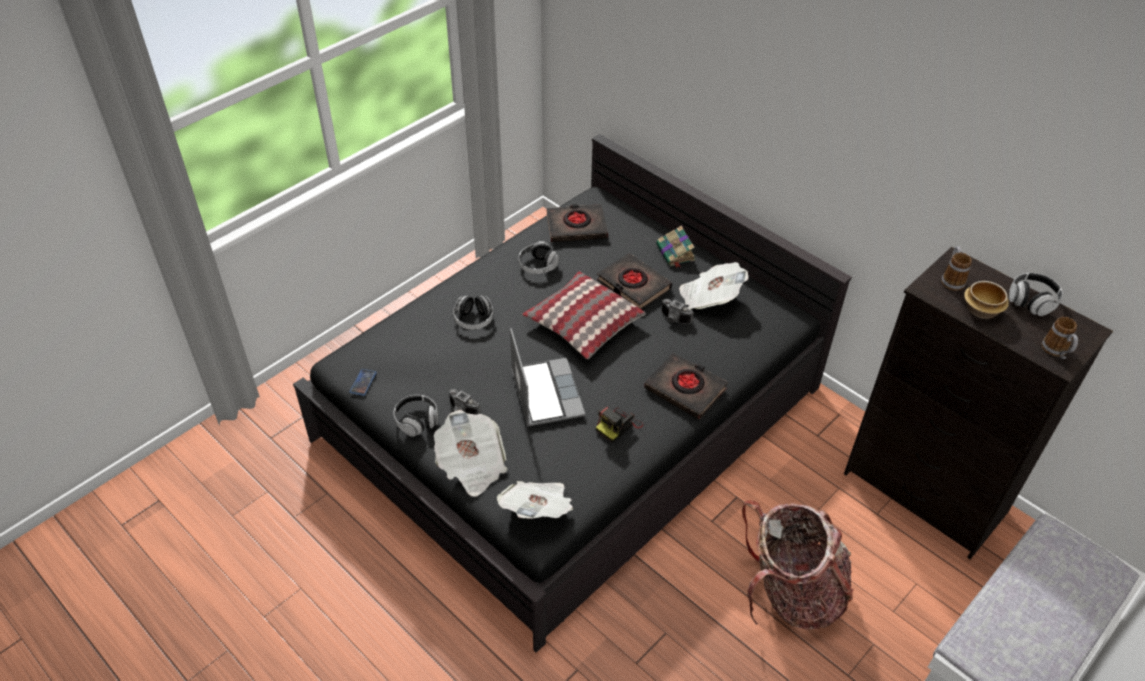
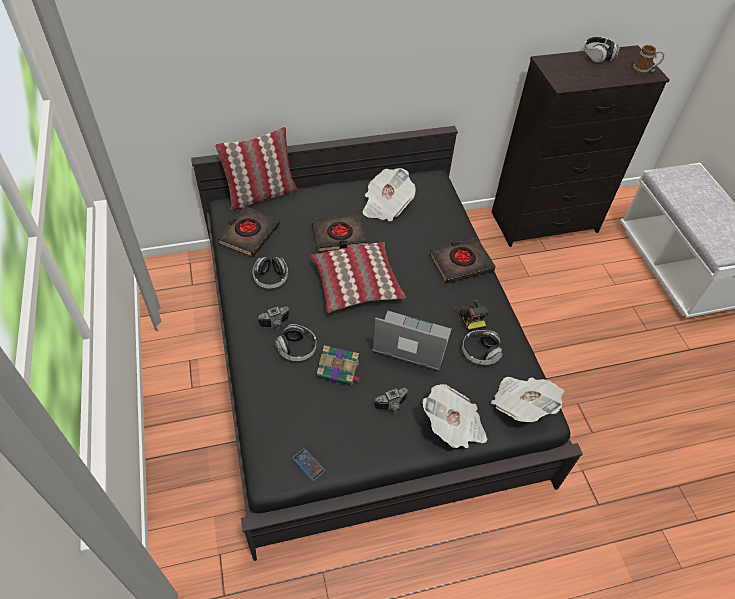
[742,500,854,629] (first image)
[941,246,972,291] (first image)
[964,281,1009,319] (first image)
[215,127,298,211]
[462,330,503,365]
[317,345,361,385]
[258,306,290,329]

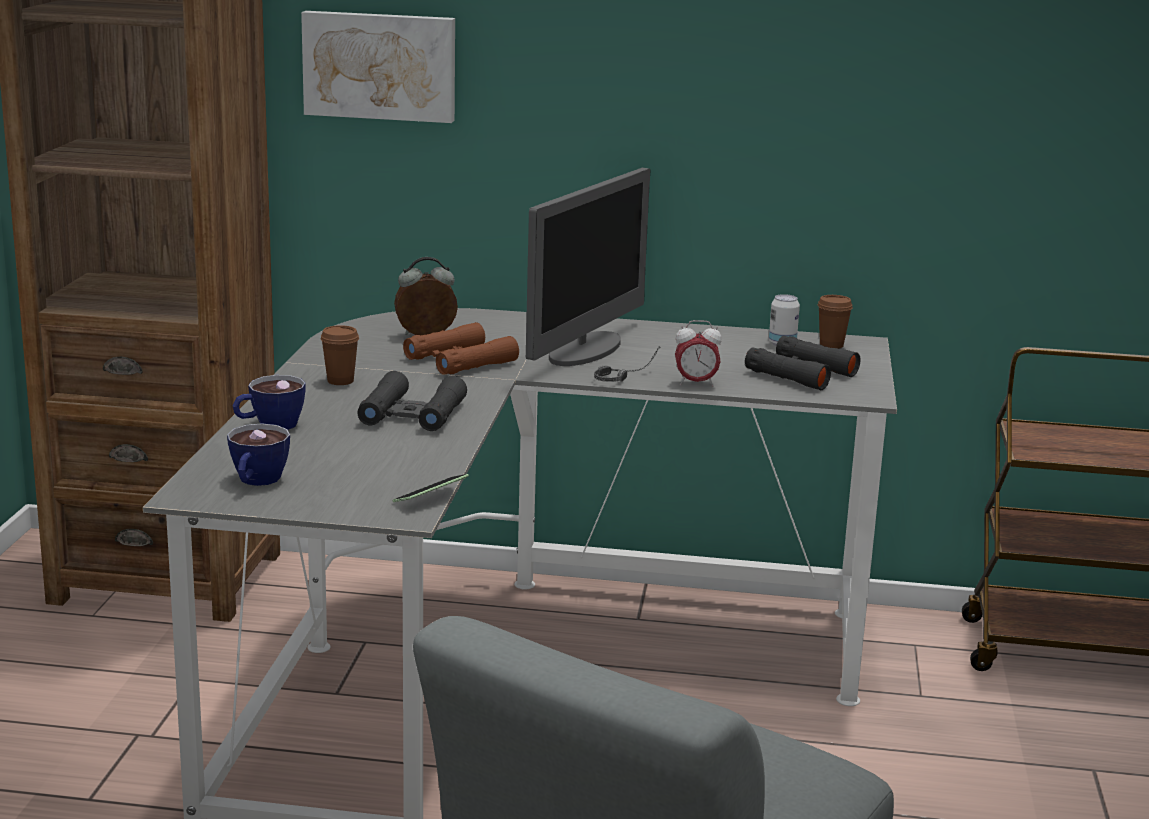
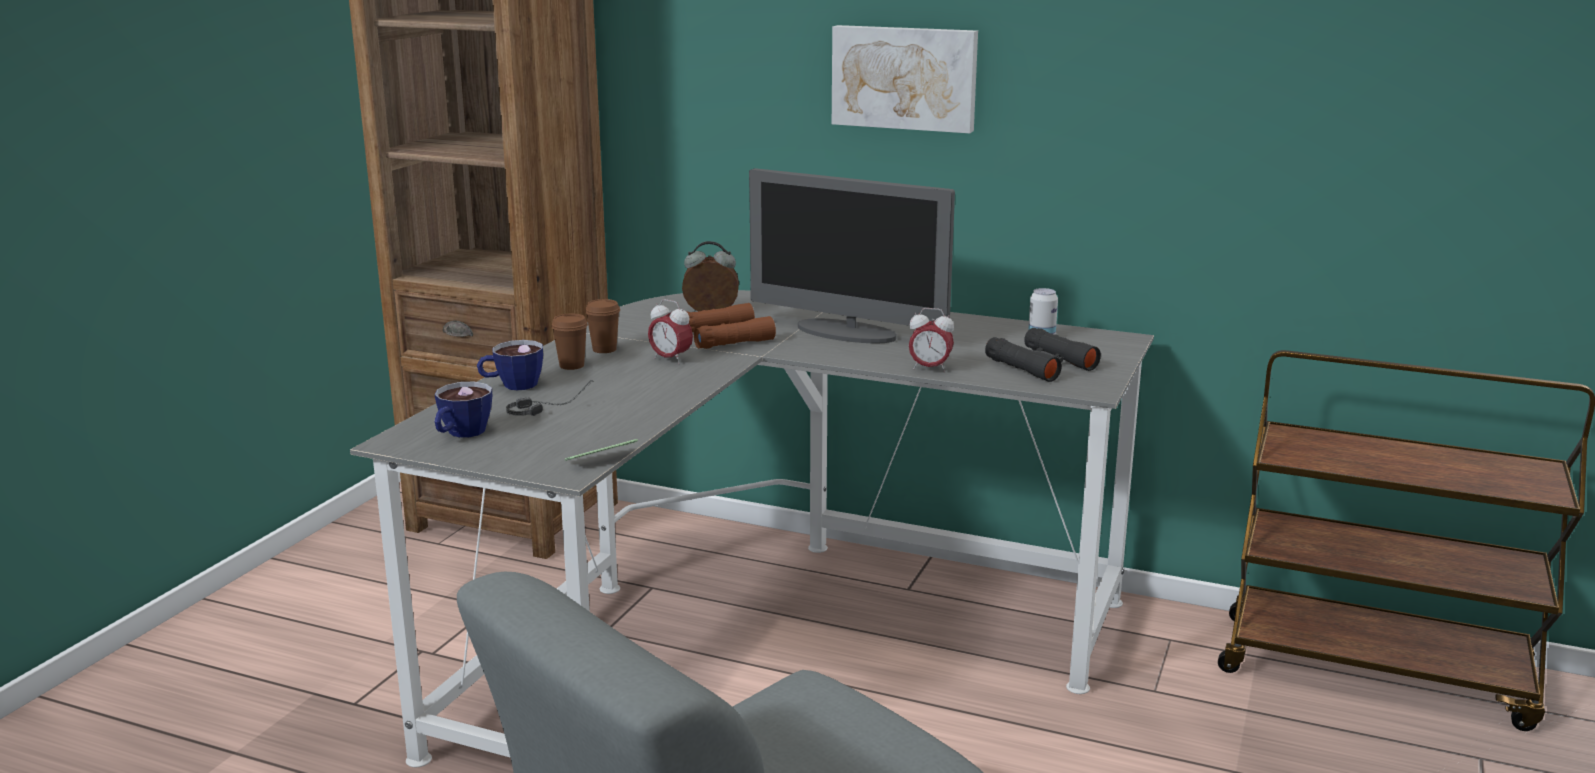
[357,371,467,431] (first image)
[648,299,693,364]
[832,25,978,133]
[506,380,594,416]
[551,314,588,370]
[749,168,955,343]

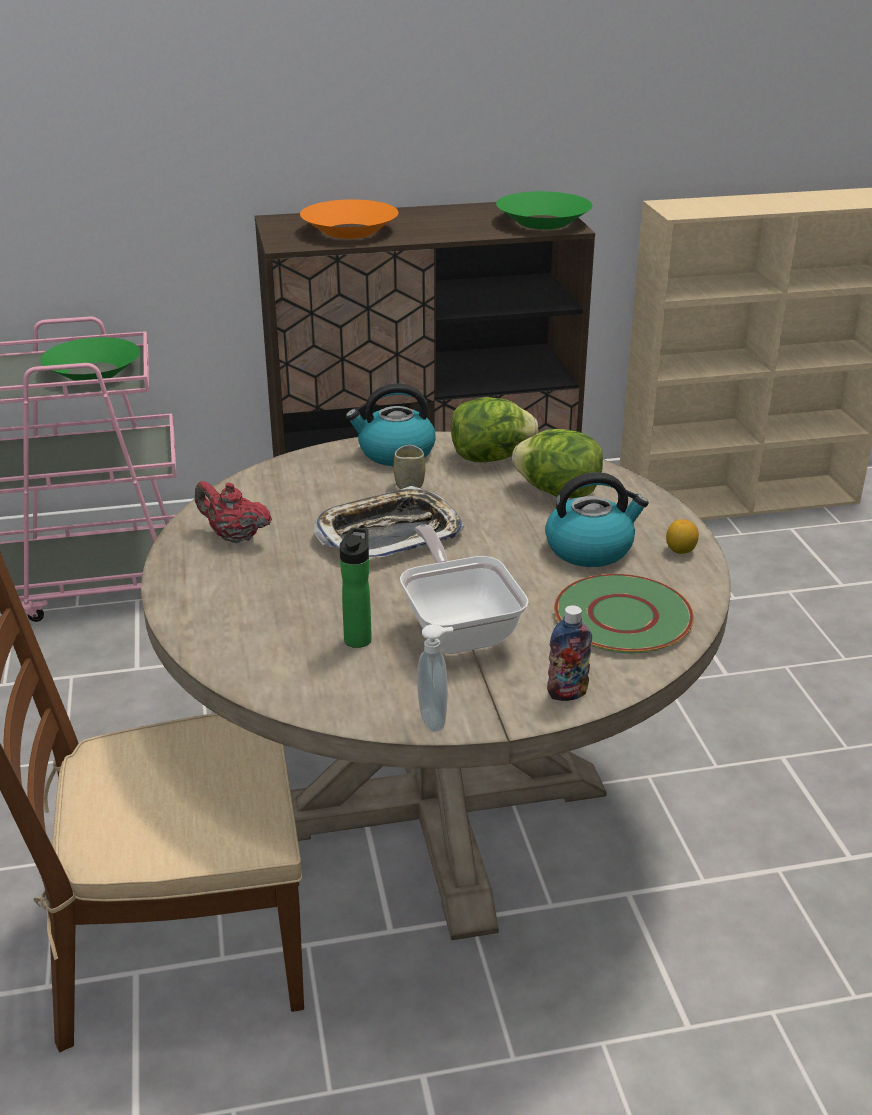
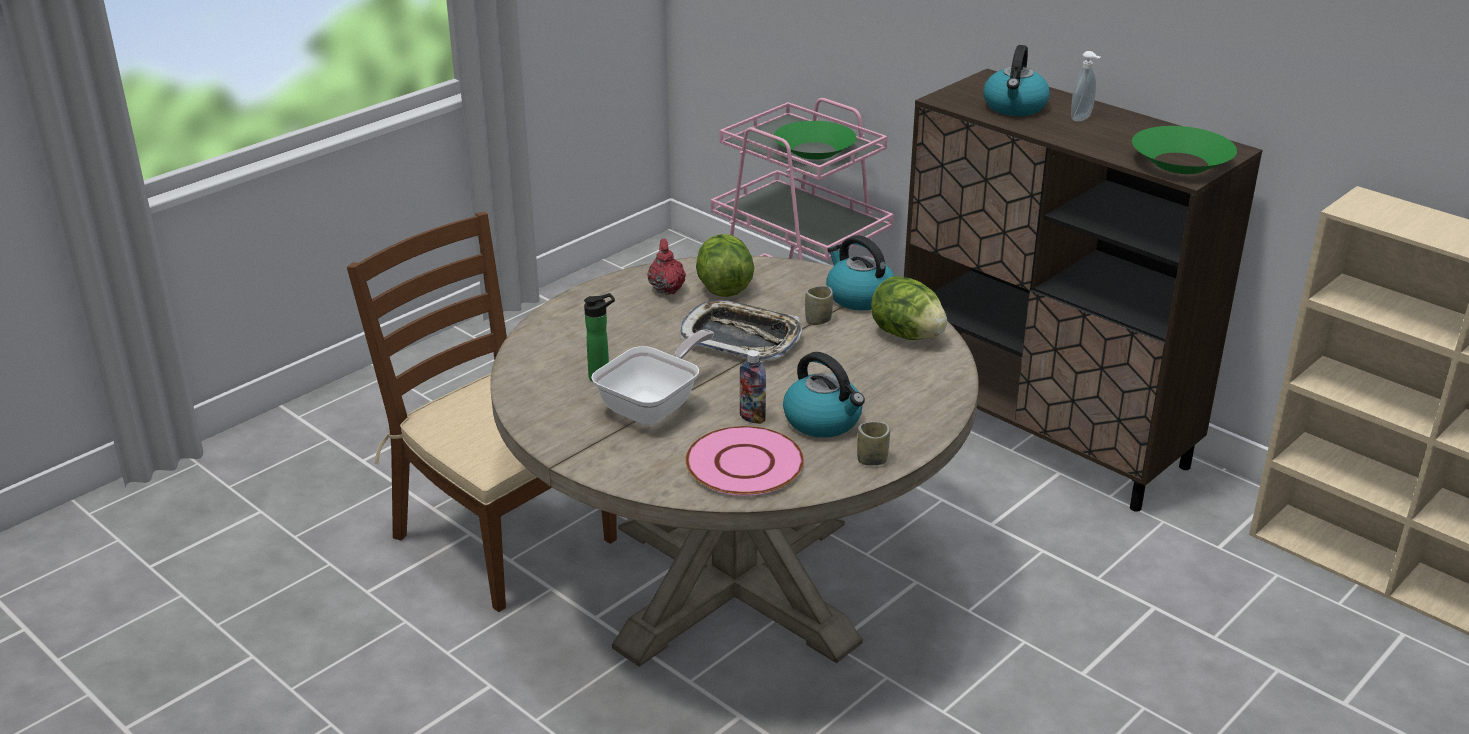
[1071,51,1101,122]
[696,234,754,297]
[740,350,766,424]
[983,45,1050,116]
[857,422,890,466]
[685,426,804,496]

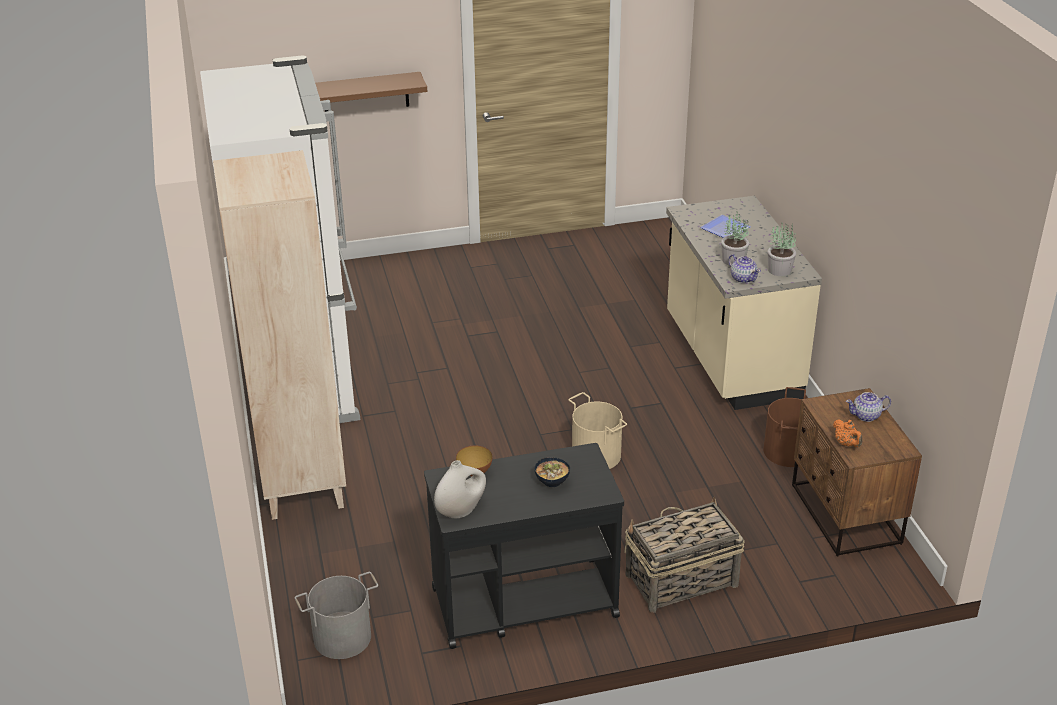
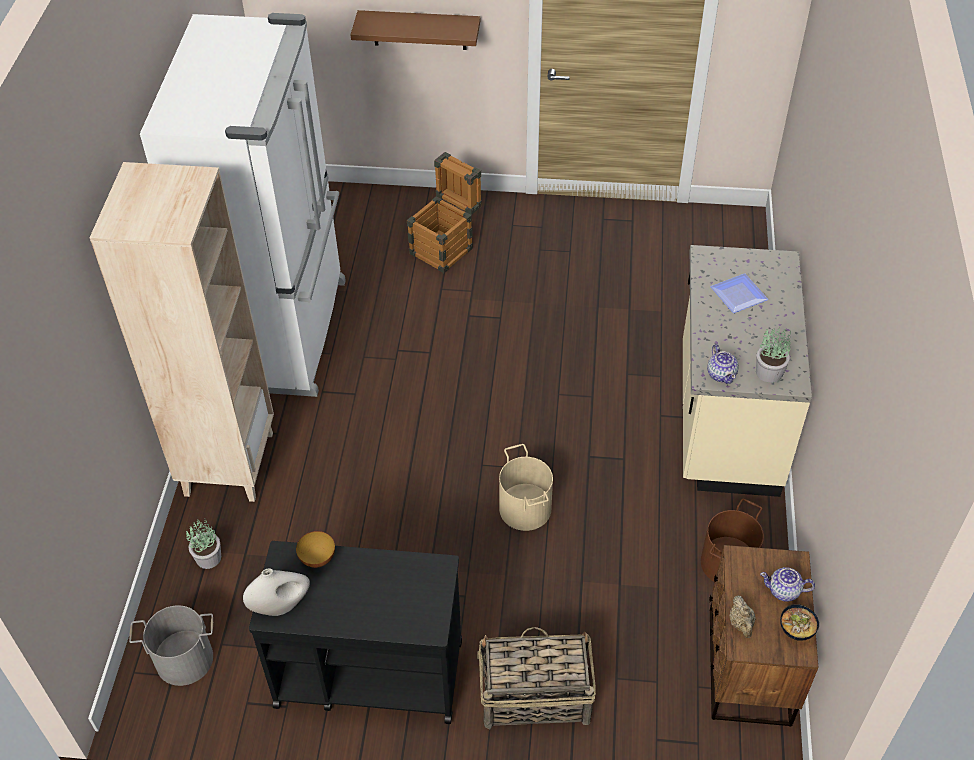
[407,152,482,273]
[780,604,819,641]
[186,520,221,569]
[730,596,756,638]

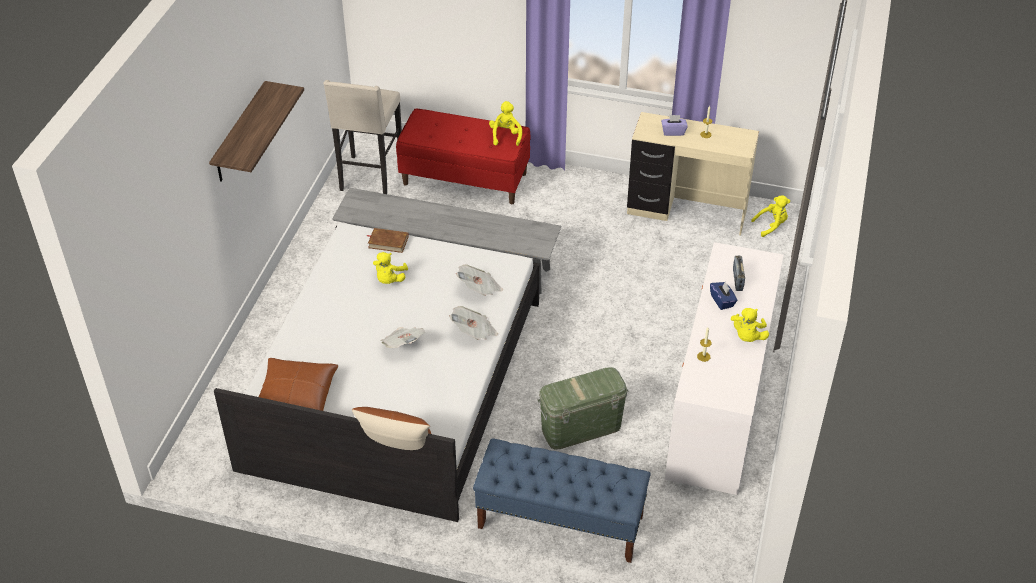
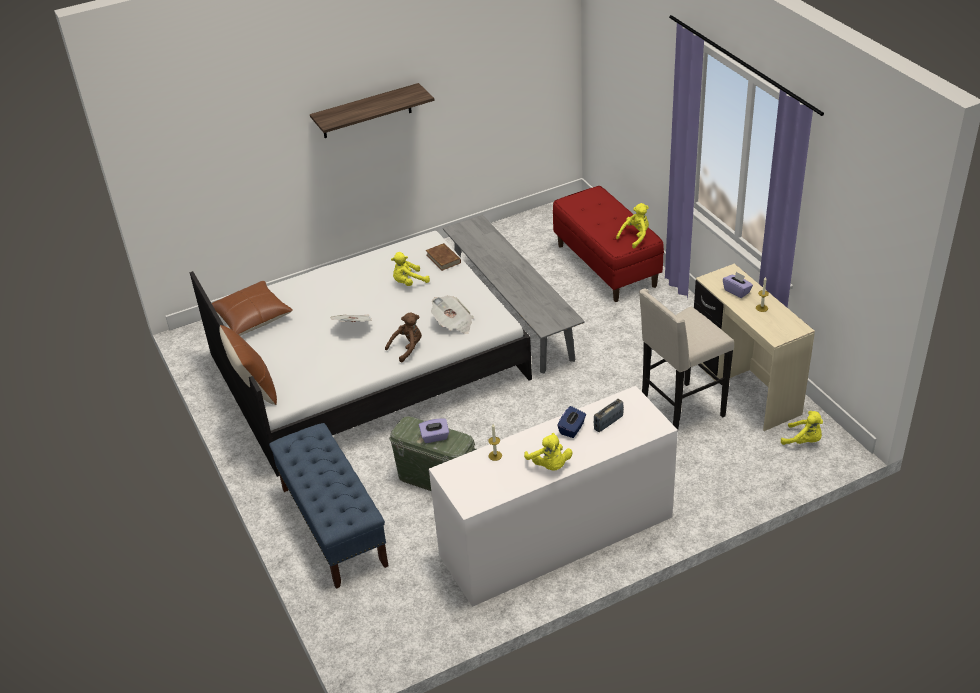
[419,418,449,443]
[639,289,734,430]
[385,312,422,363]
[524,433,573,471]

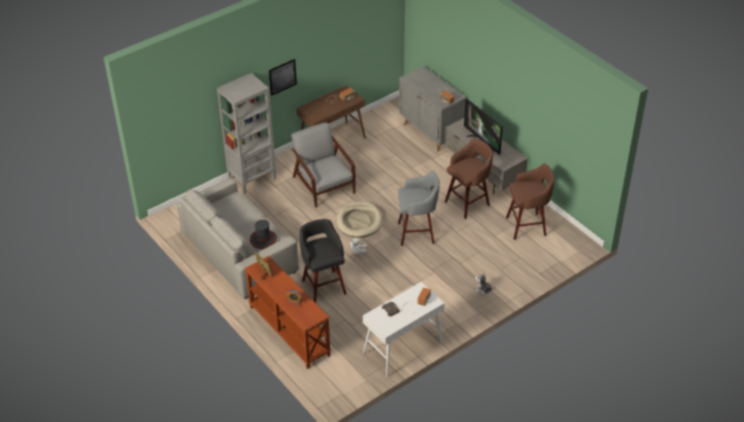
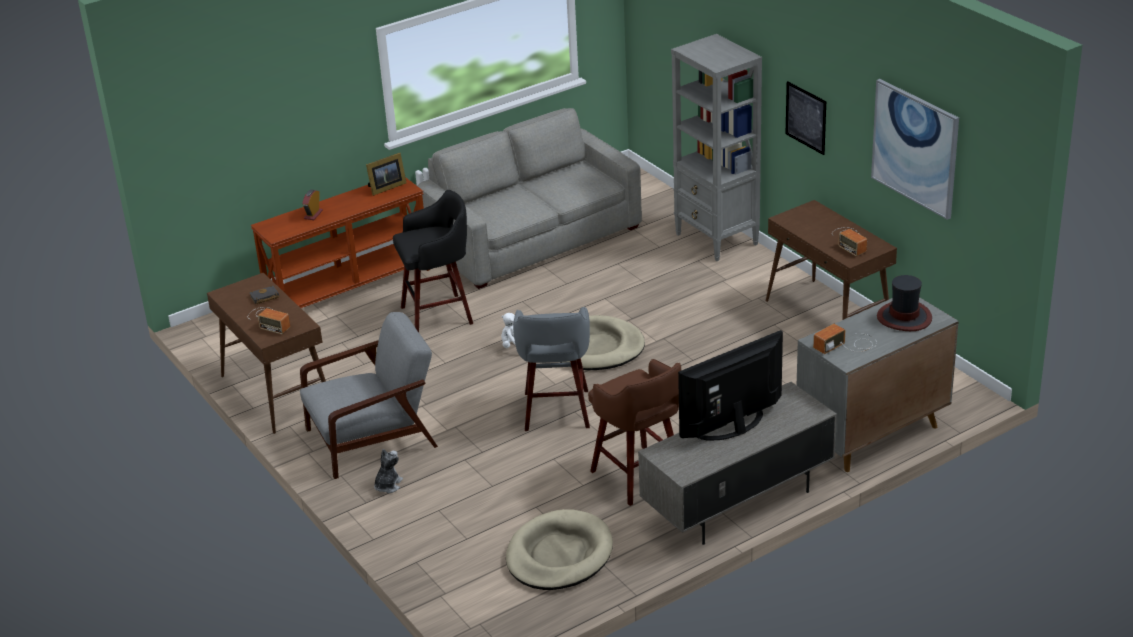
[871,79,959,220]
[877,275,932,331]
[300,312,438,479]
[506,509,613,590]
[207,273,326,434]

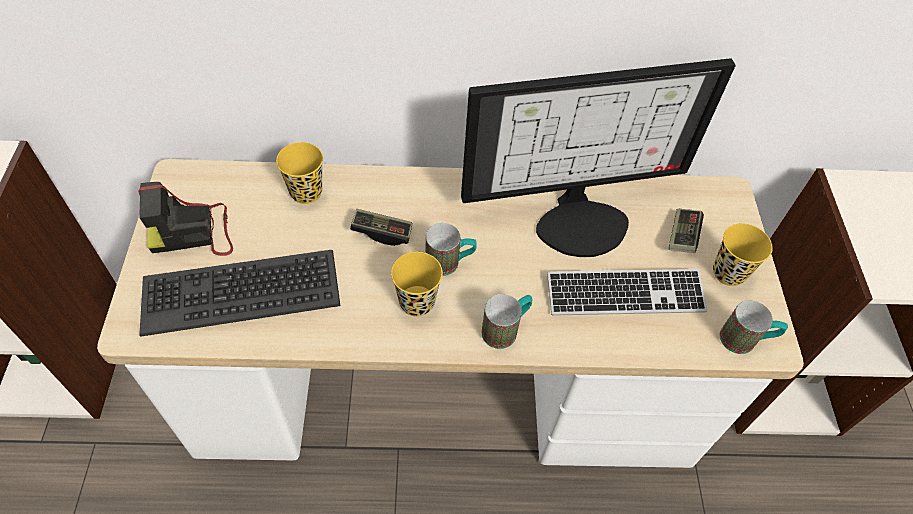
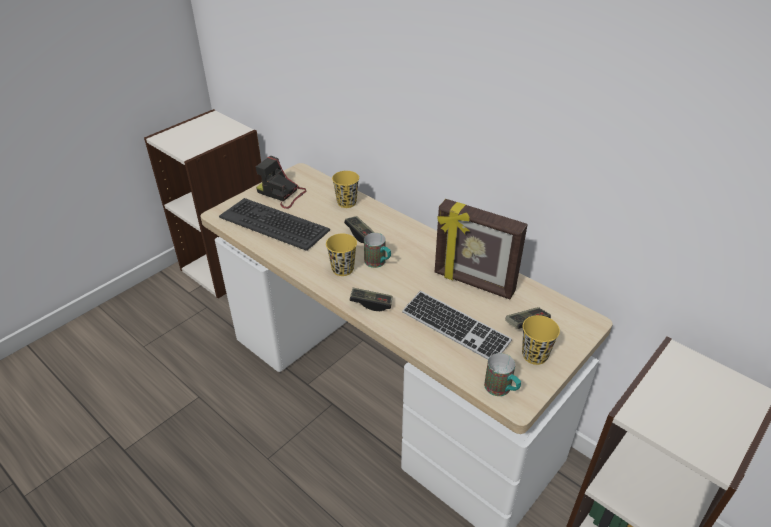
[435,199,528,299]
[350,288,393,311]

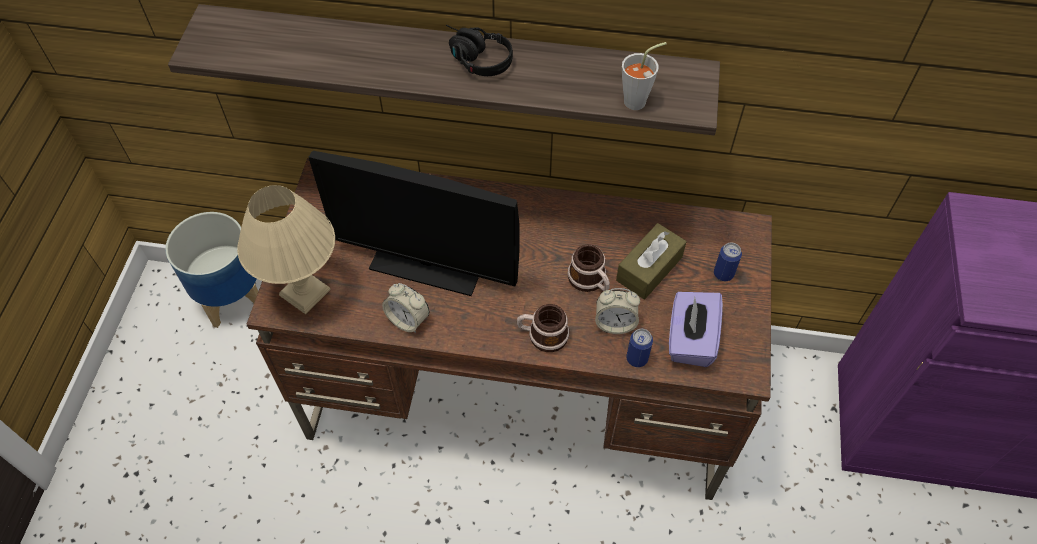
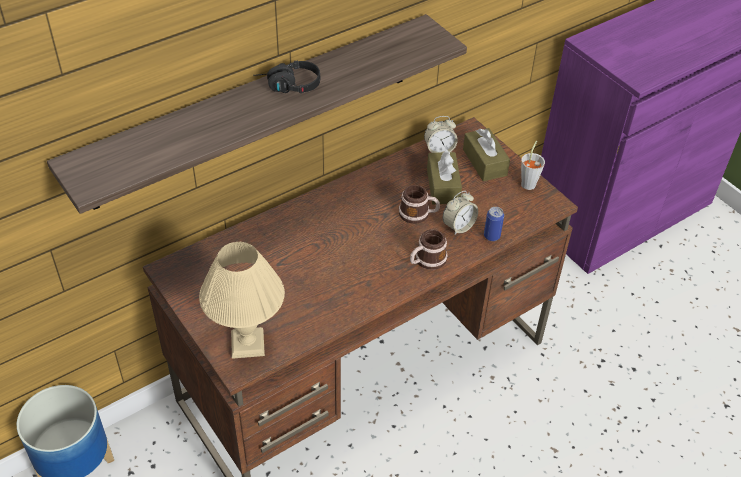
[309,151,520,296] (first image)
[669,292,723,367] (first image)
[424,116,458,153]
[521,141,545,190]
[463,128,510,181]

